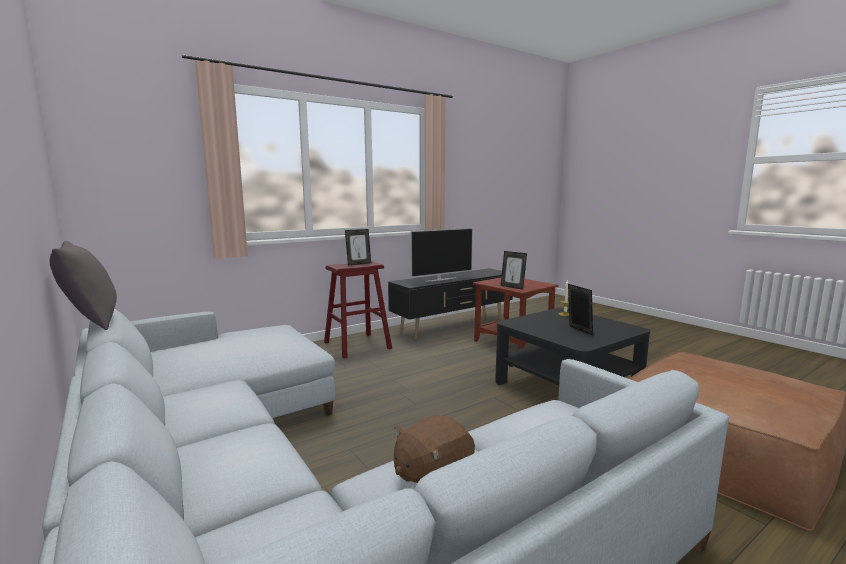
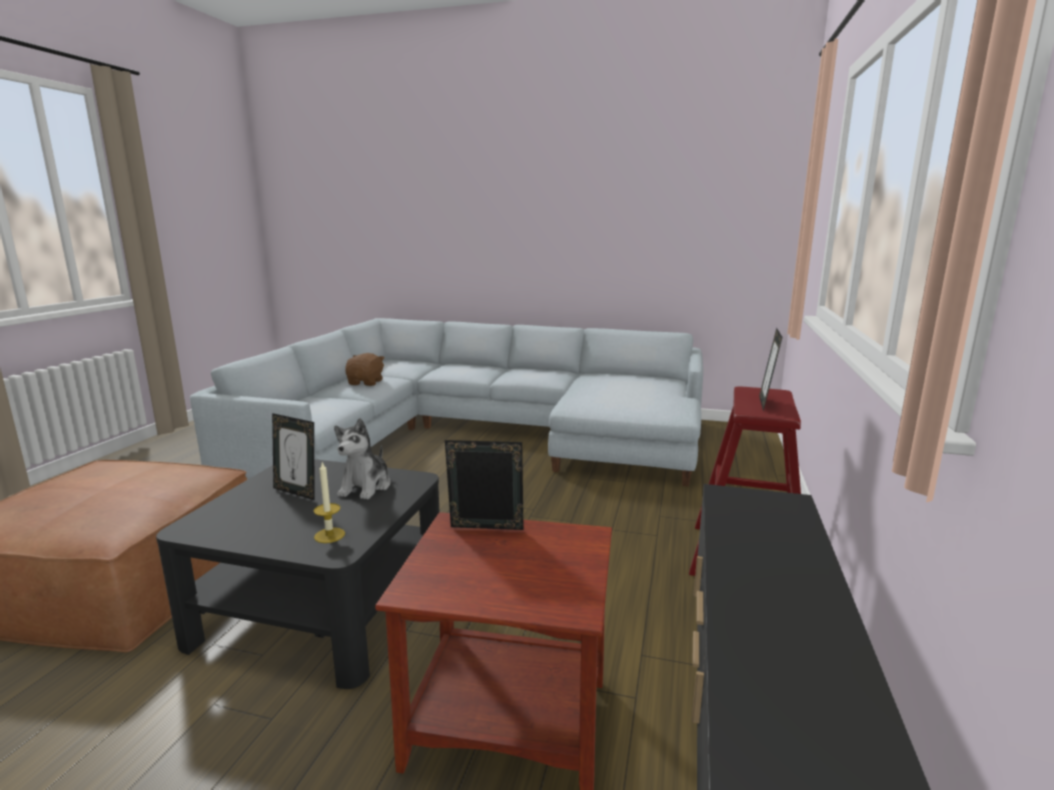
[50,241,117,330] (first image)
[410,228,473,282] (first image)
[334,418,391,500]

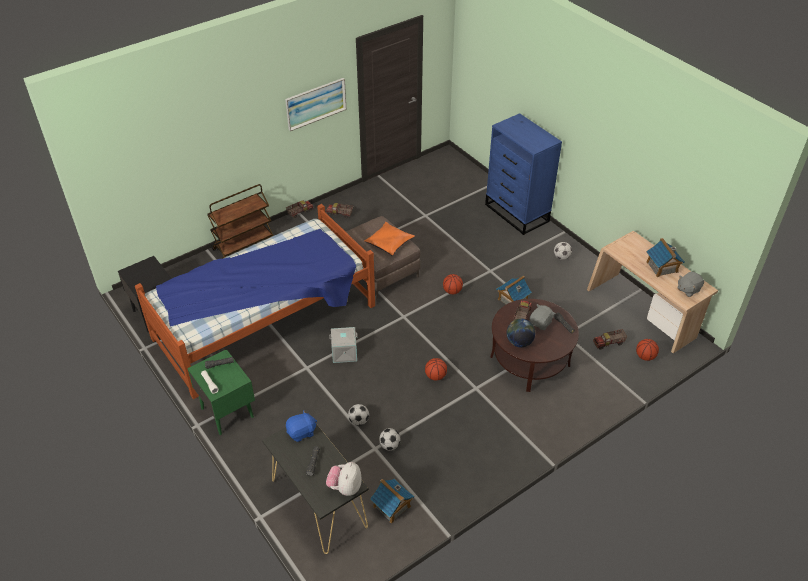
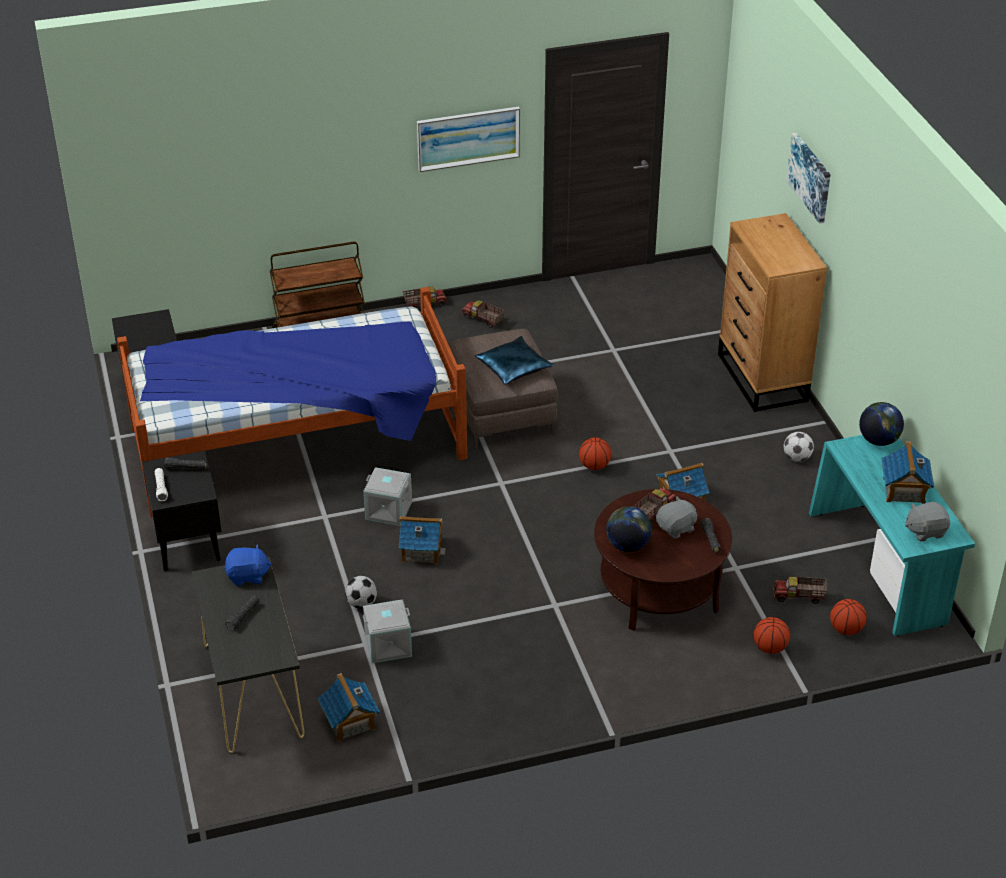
[326,462,362,496] (first image)
[399,516,446,565]
[786,133,831,224]
[859,402,904,446]
[753,617,790,654]
[363,599,412,663]
[142,451,221,571]
[475,336,554,385]
[718,213,827,412]
[809,435,975,636]

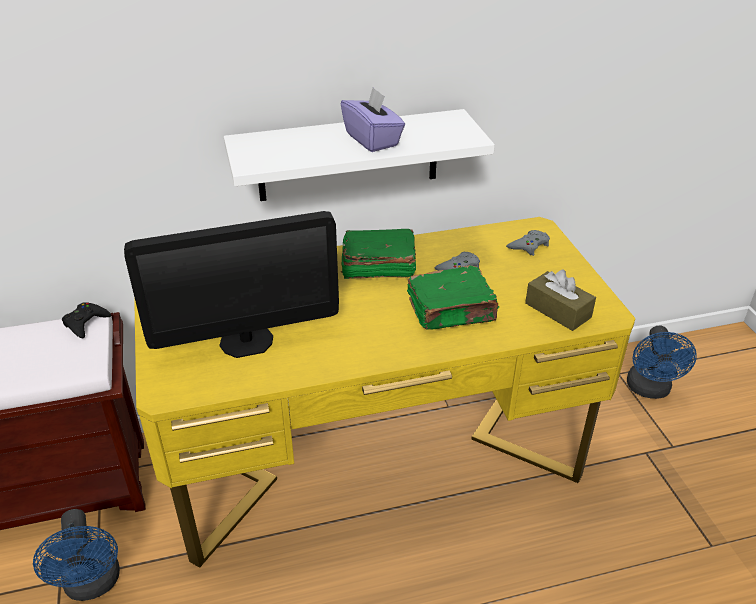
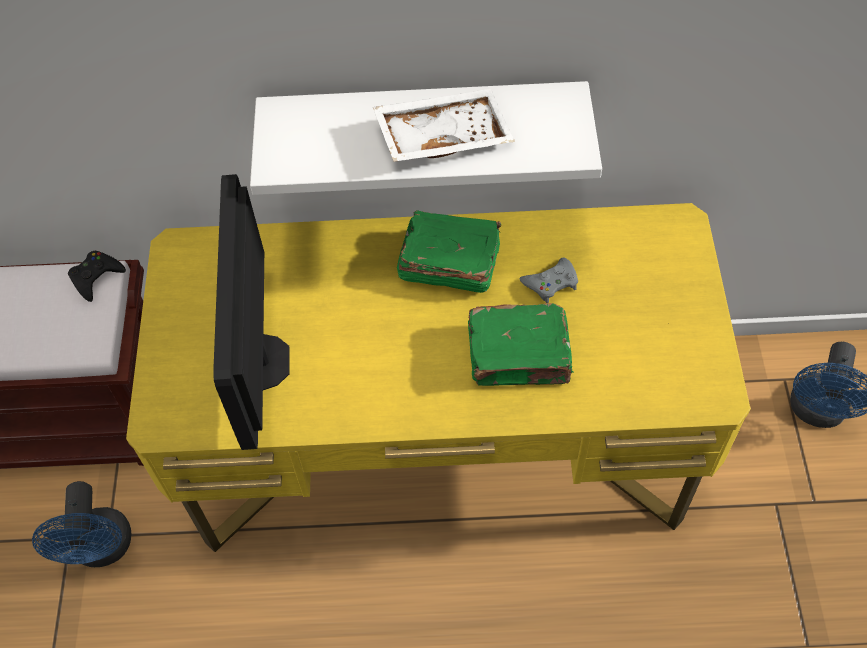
[506,230,550,256] (first image)
[525,270,596,331] (first image)
[373,89,515,162]
[213,174,290,450]

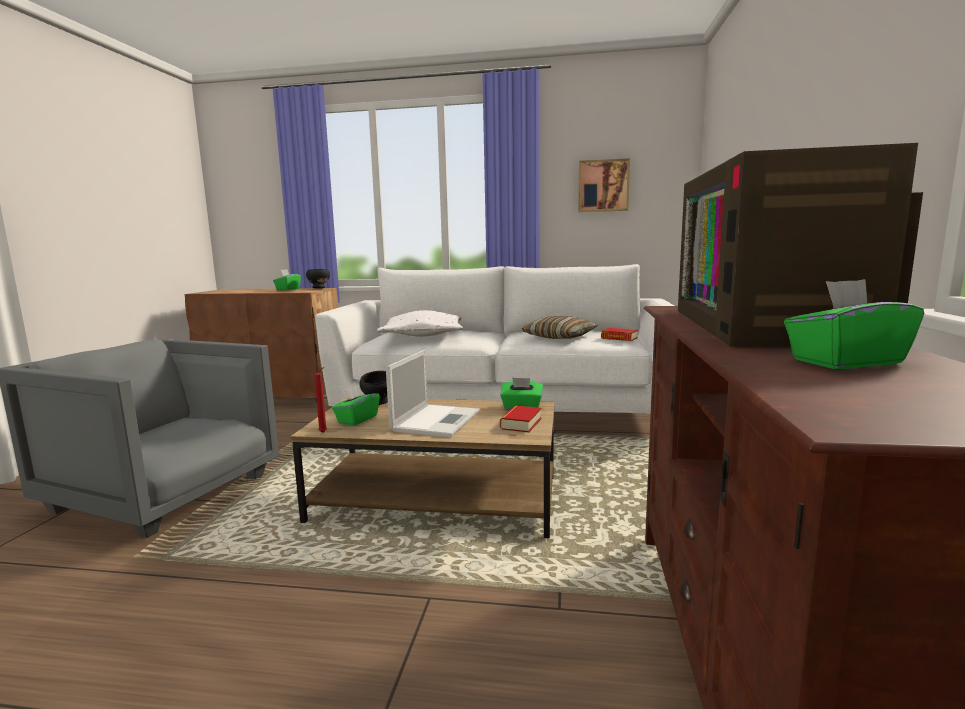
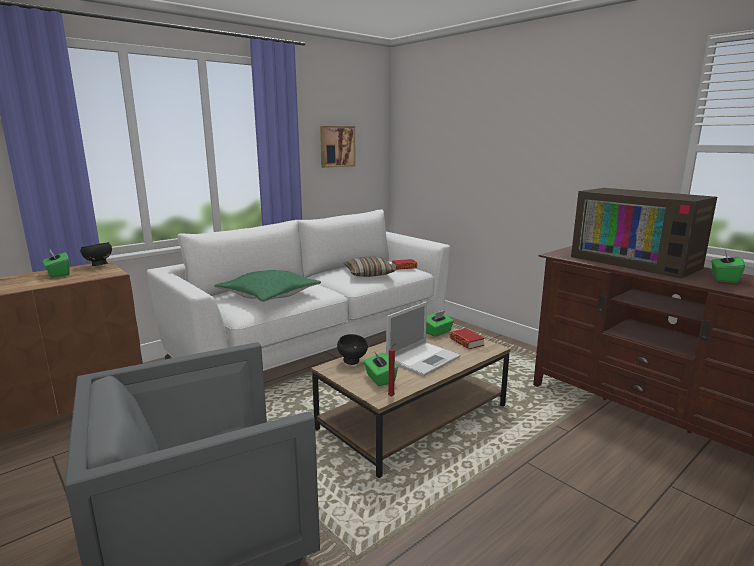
[215,270,321,302]
[386,302,461,377]

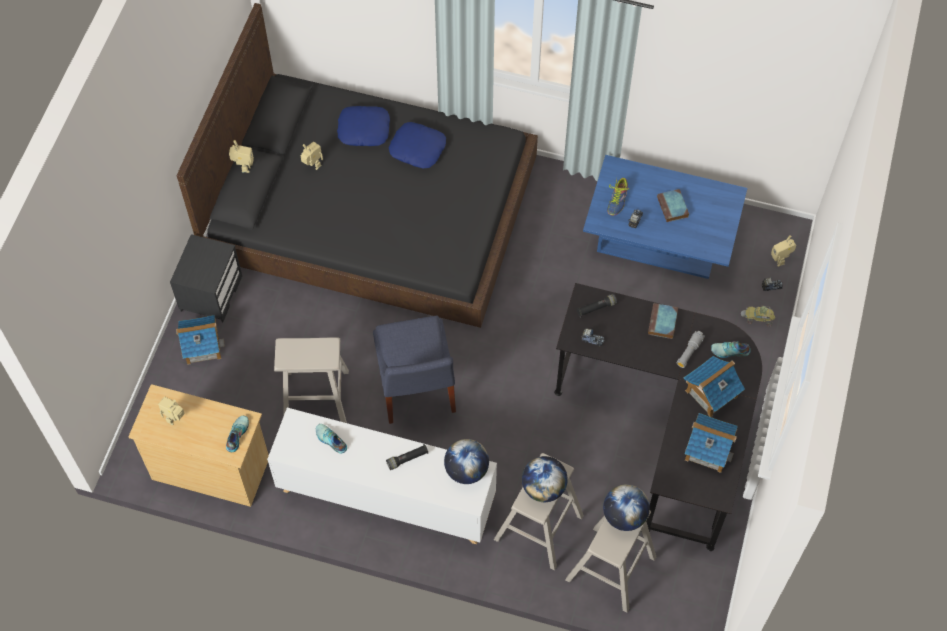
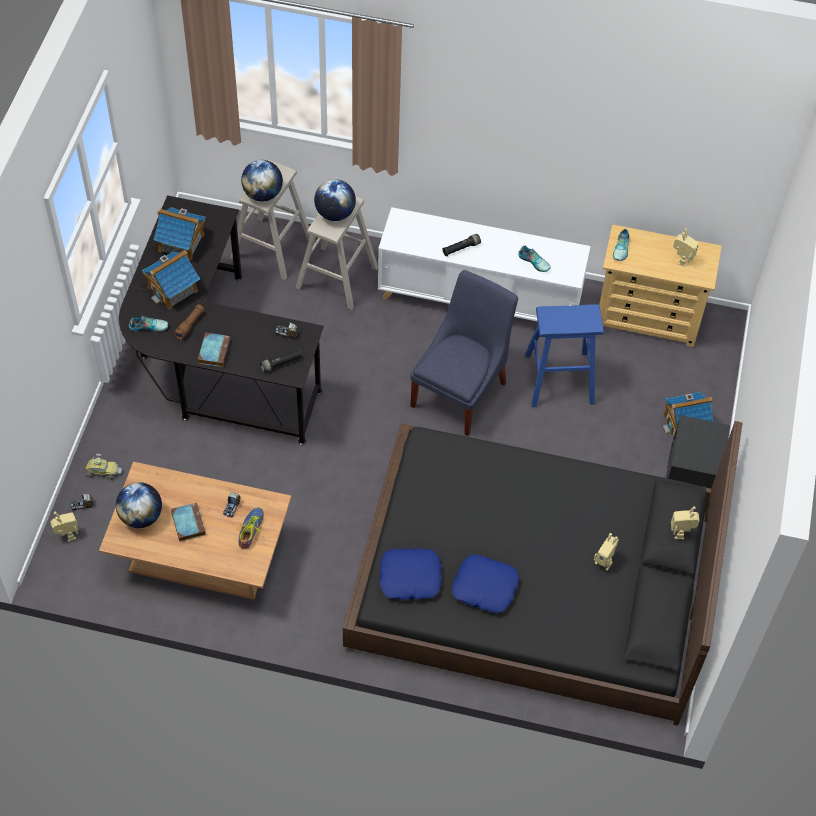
[380,548,442,600]
[116,482,162,528]
[525,304,604,407]
[99,462,291,600]
[173,304,205,340]
[410,270,518,436]

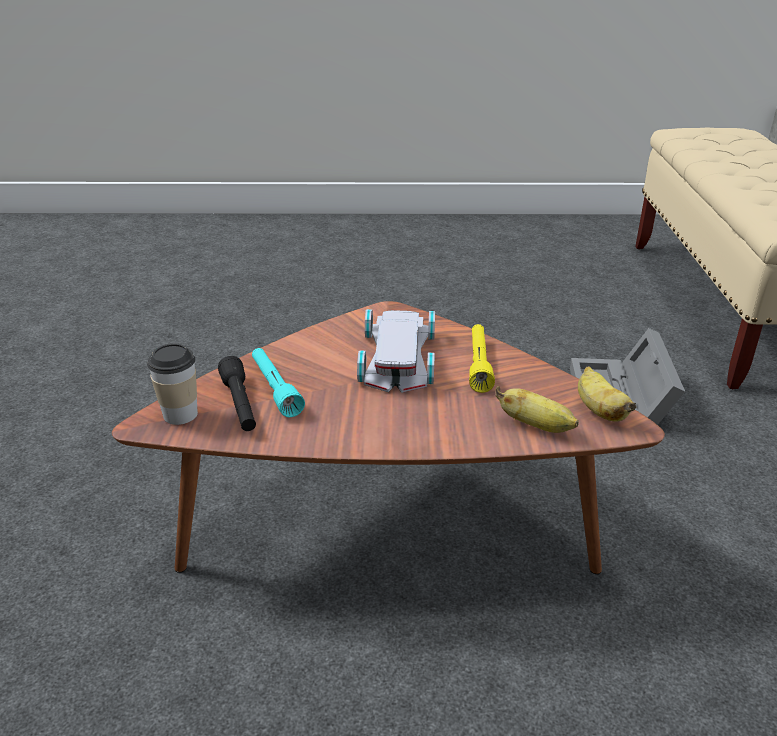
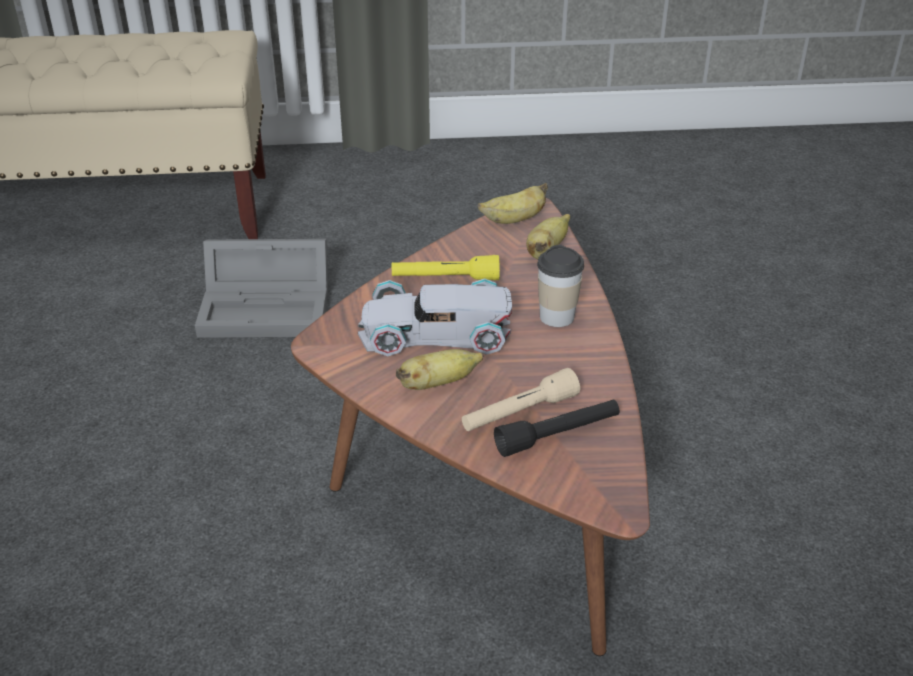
[396,349,483,390]
[537,245,584,327]
[462,368,580,431]

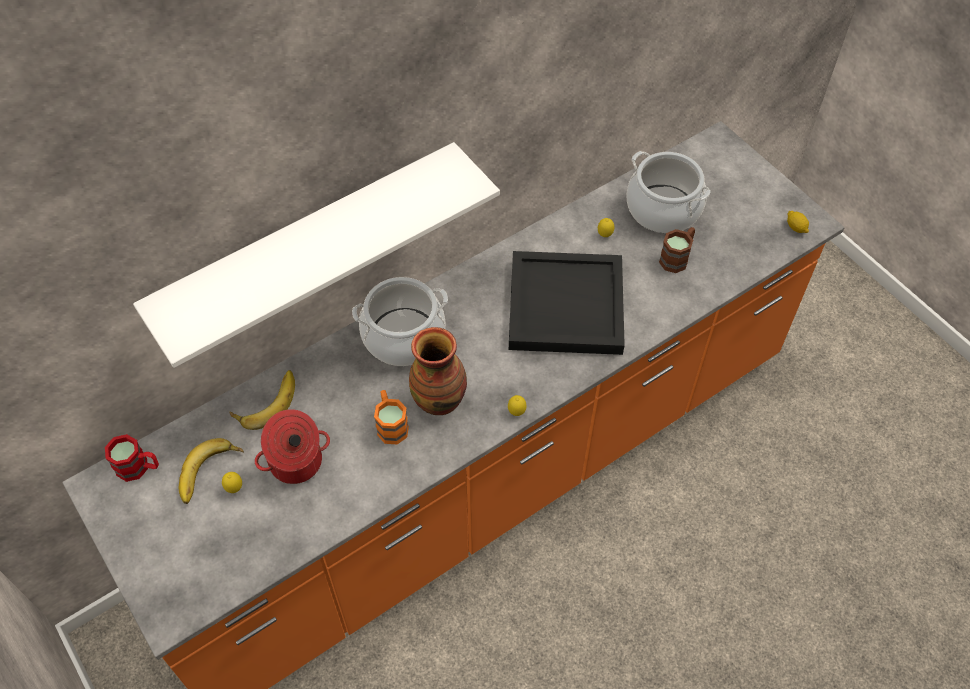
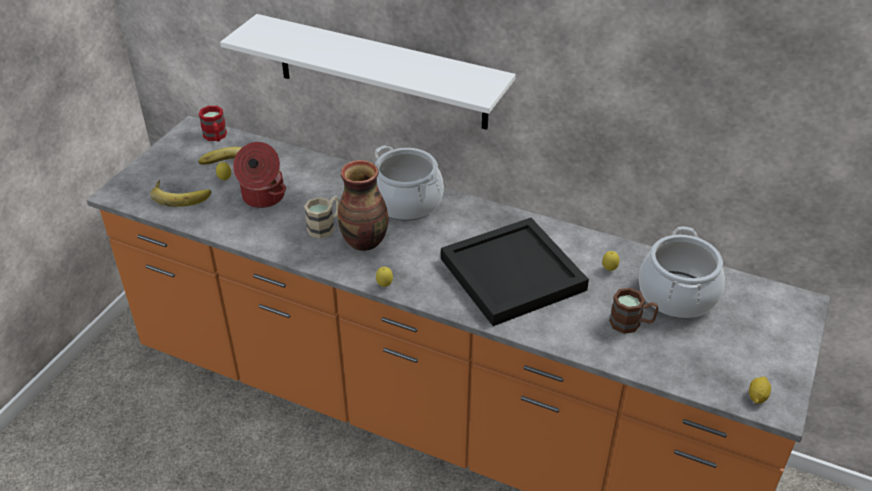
[150,180,211,207]
[304,197,339,239]

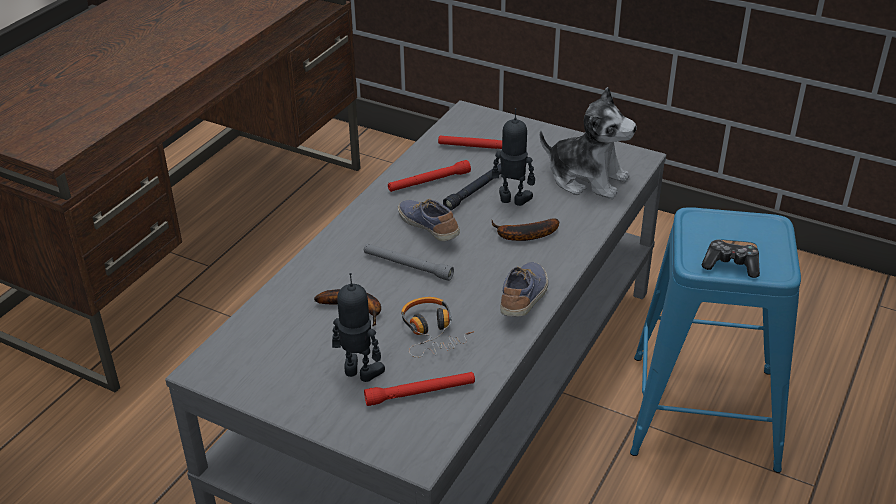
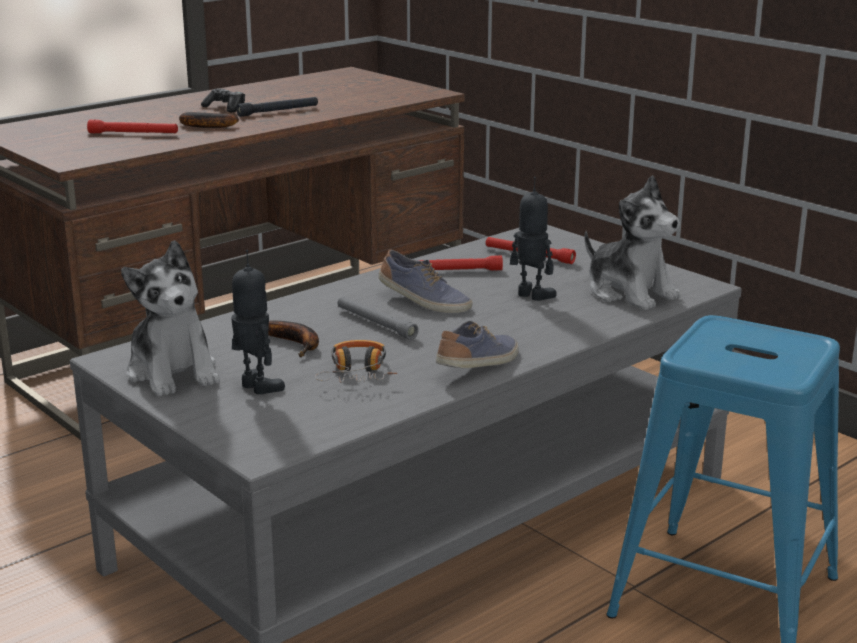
[121,240,220,397]
[87,119,178,133]
[236,97,318,117]
[179,112,239,128]
[201,88,245,112]
[378,249,473,313]

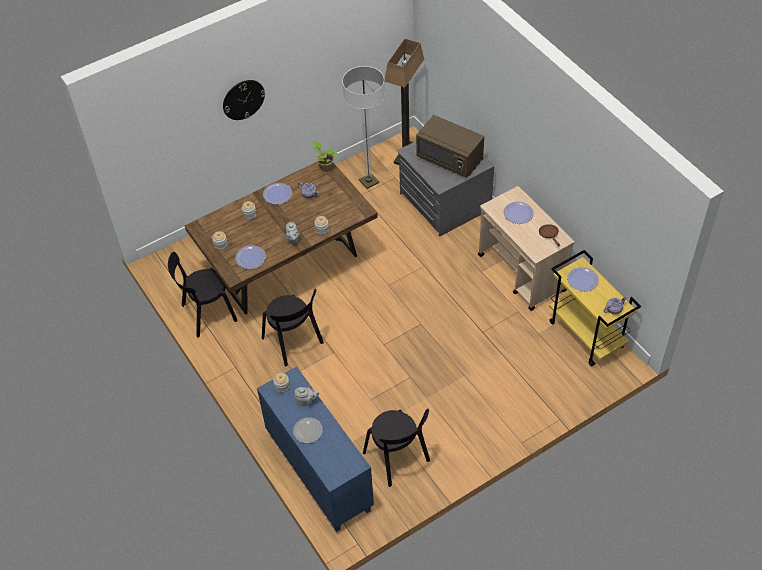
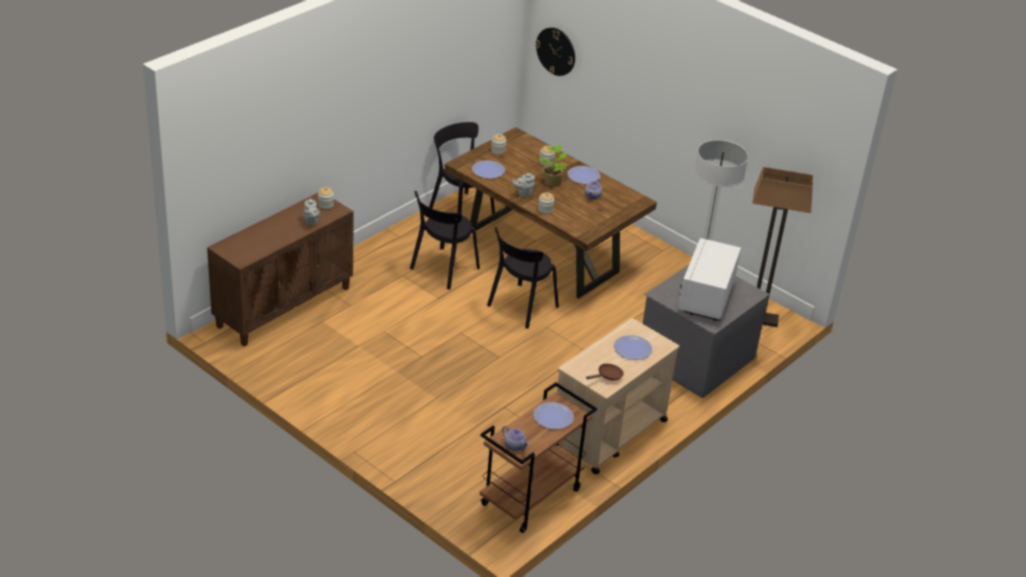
[293,417,323,443] (first image)
[535,27,575,76]
[539,145,566,186]
[487,226,559,329]
[207,193,354,347]
[678,238,741,321]
[480,382,597,533]

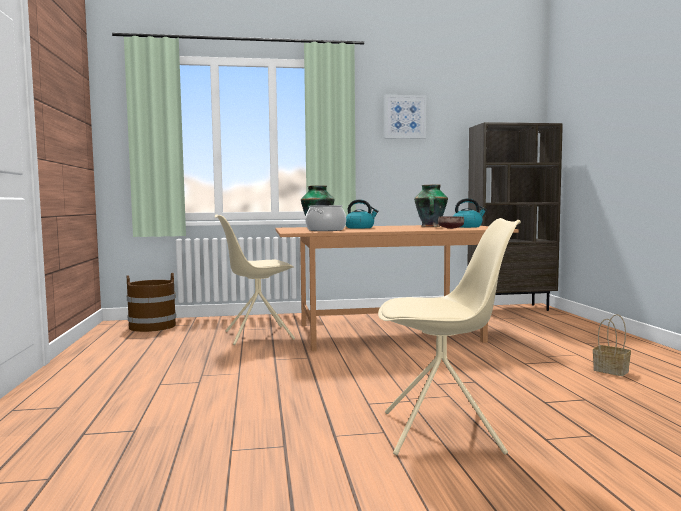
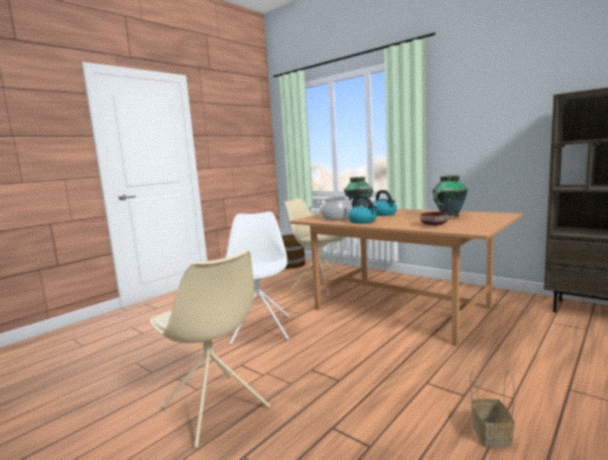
[385,95,427,139] (first image)
[226,211,289,344]
[348,195,377,224]

